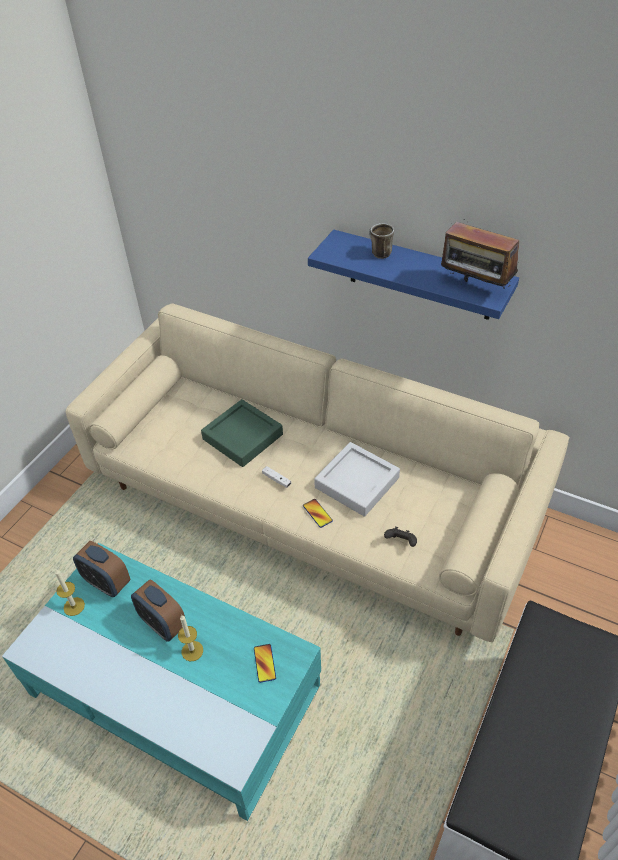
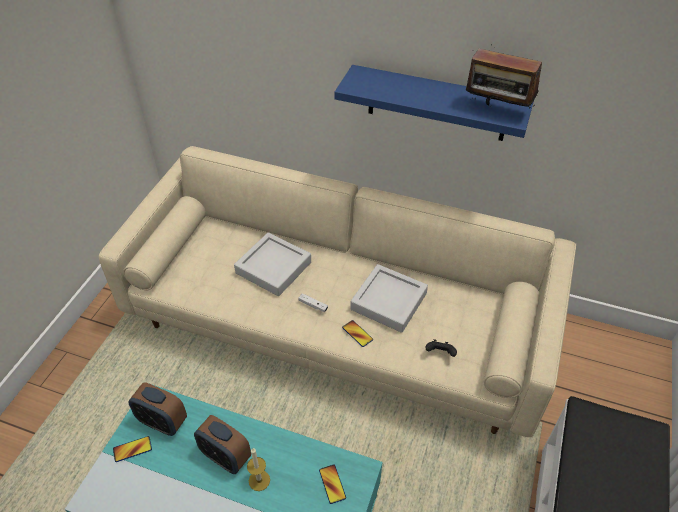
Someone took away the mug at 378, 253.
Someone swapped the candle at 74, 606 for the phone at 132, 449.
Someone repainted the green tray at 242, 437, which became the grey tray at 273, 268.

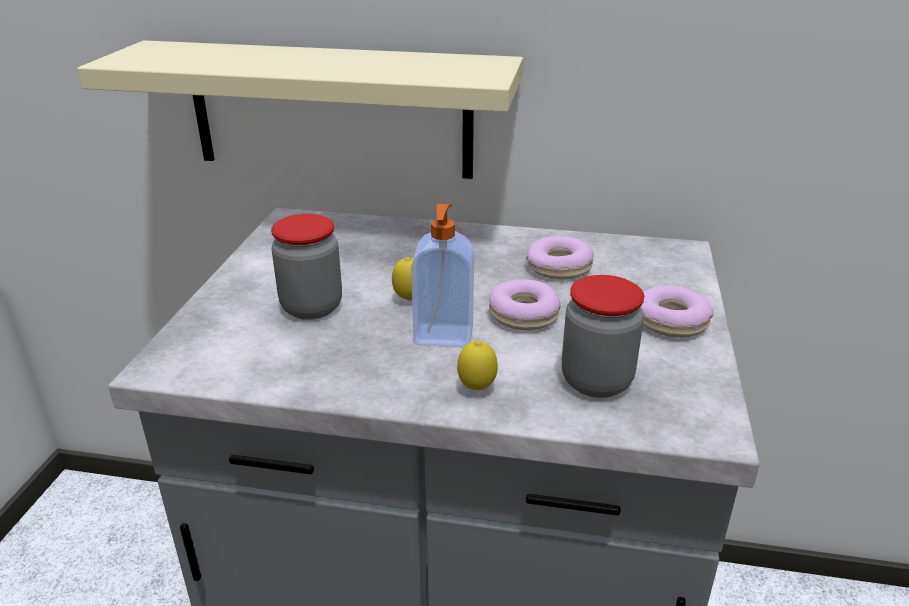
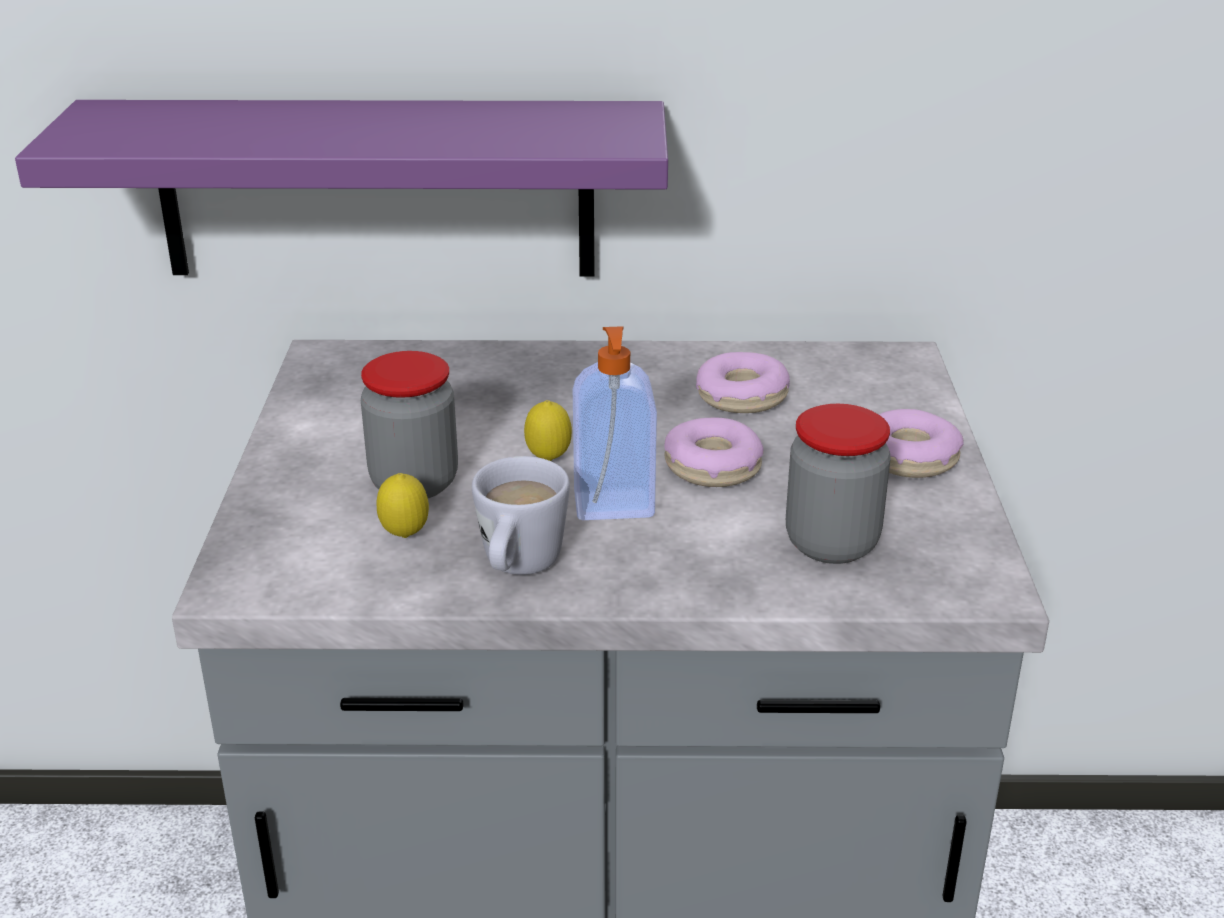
Someone put down the white mug at 518, 569.
Someone carried the lemon from 476, 389 to 405, 537.
Someone repainted the beige shelf at 330, 110, which became the purple shelf at 376, 189.

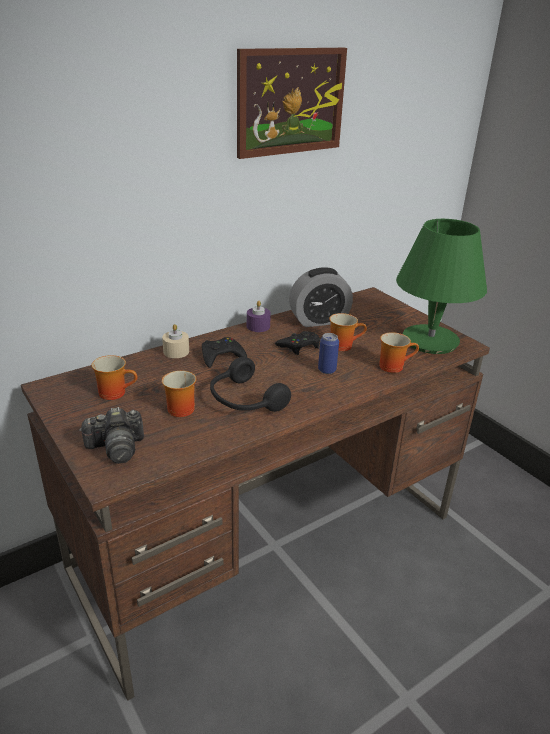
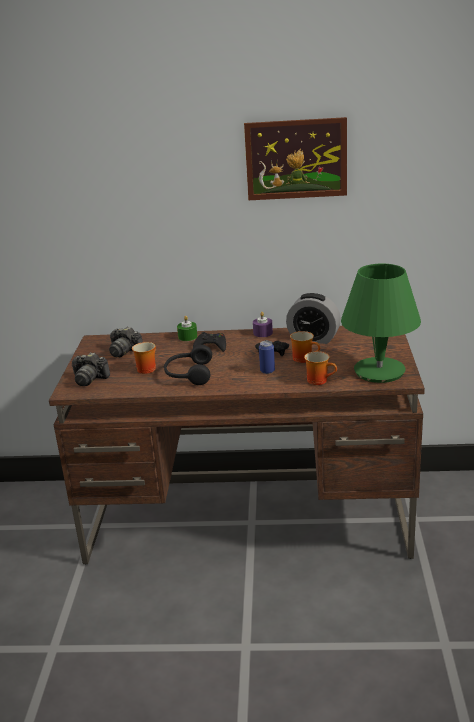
Someone swapped the mug at 116, 392 for the photo camera at 124, 351.
Someone repainted the beige candle at 176, 351, which became the green candle at 187, 337.

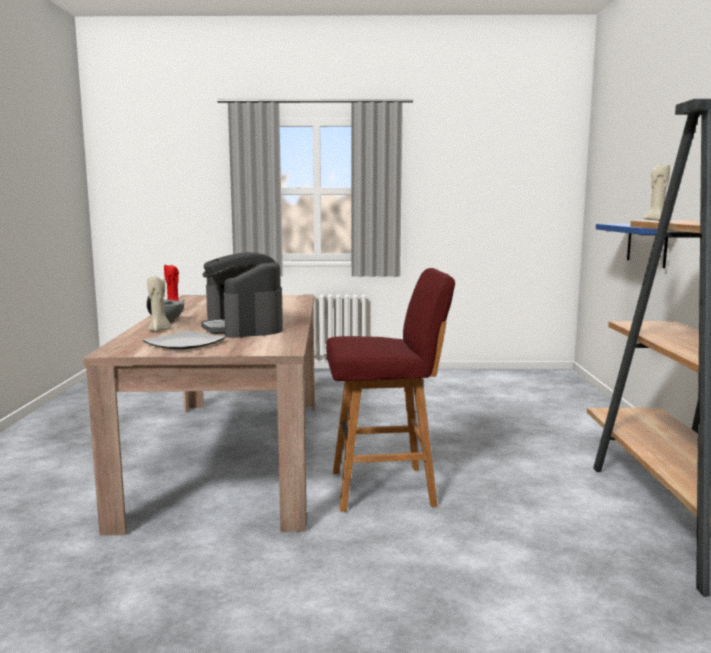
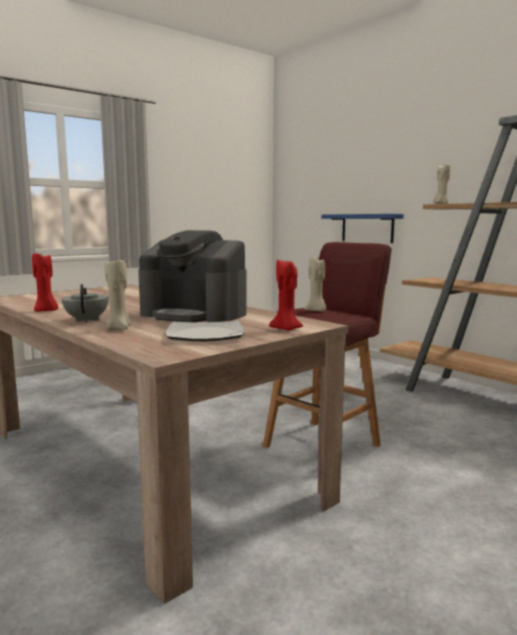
Someone put down the red candle at 286, 329.
Someone put down the beige candle at 316, 311.

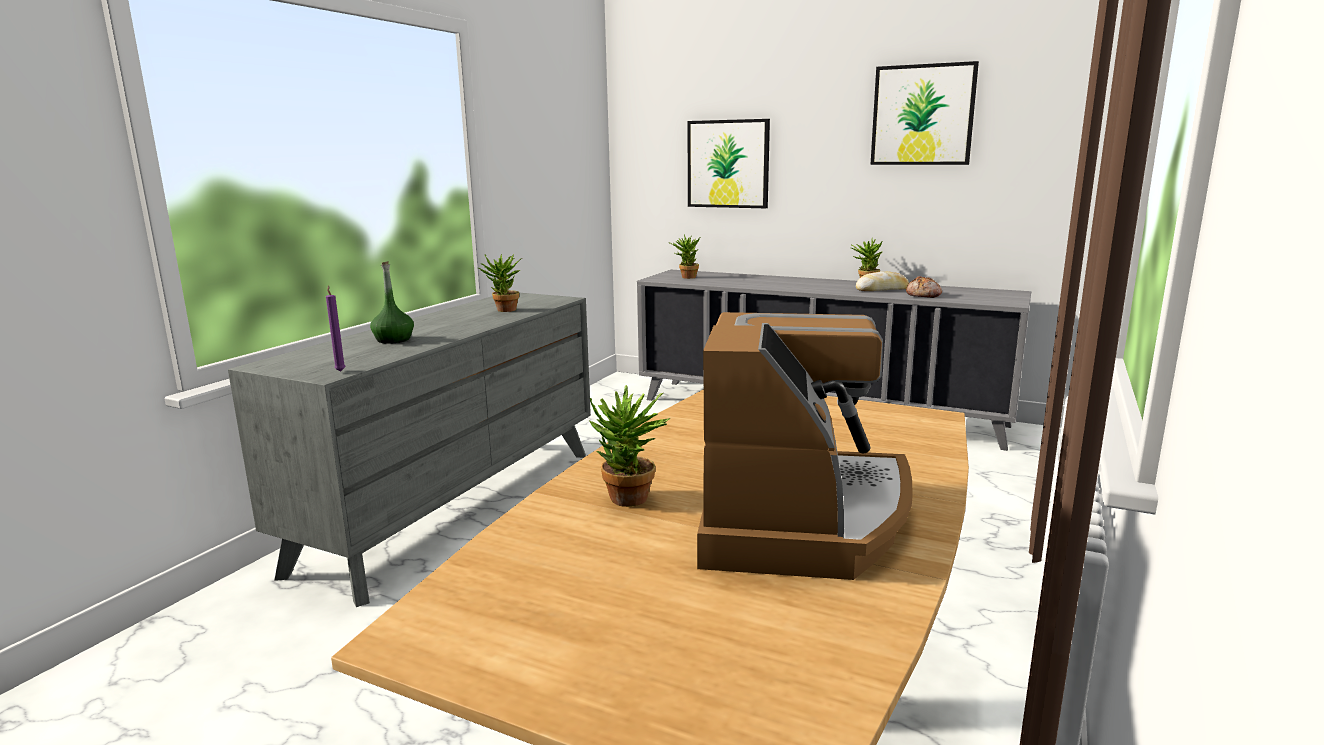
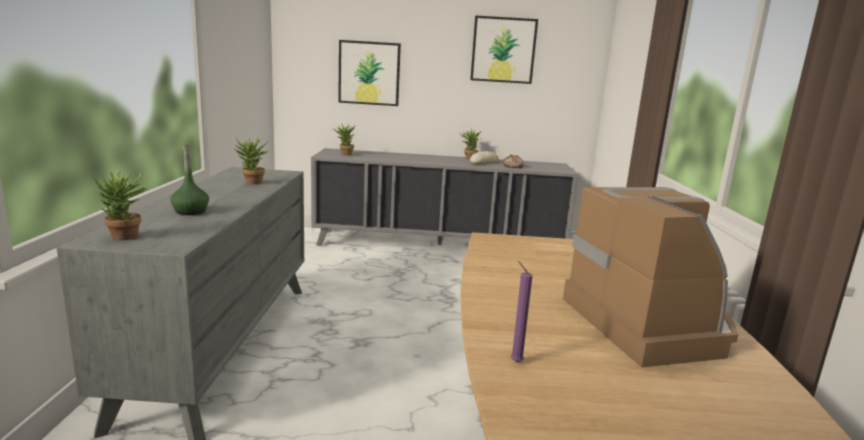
Someone carried the purple candle from 340, 371 to 514, 361.
Someone carried the potted plant from 628, 502 to 124, 238.

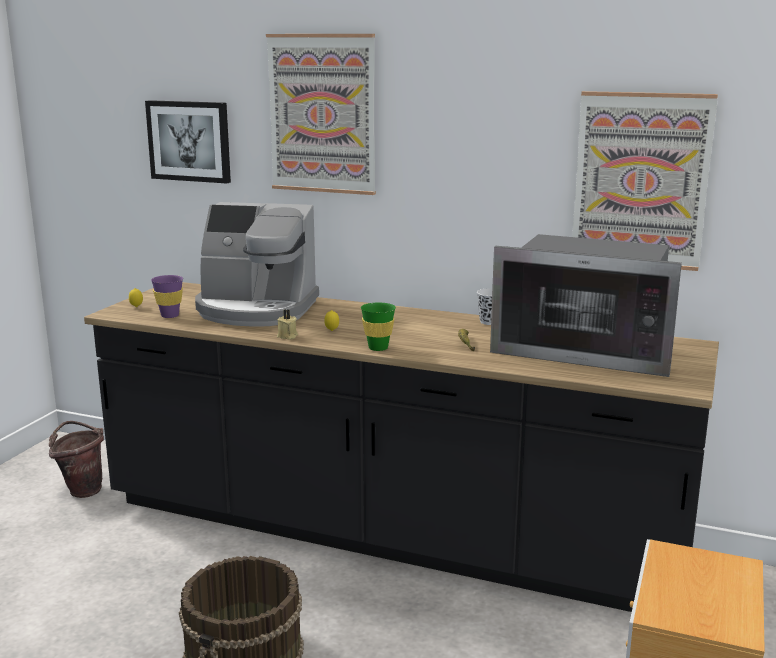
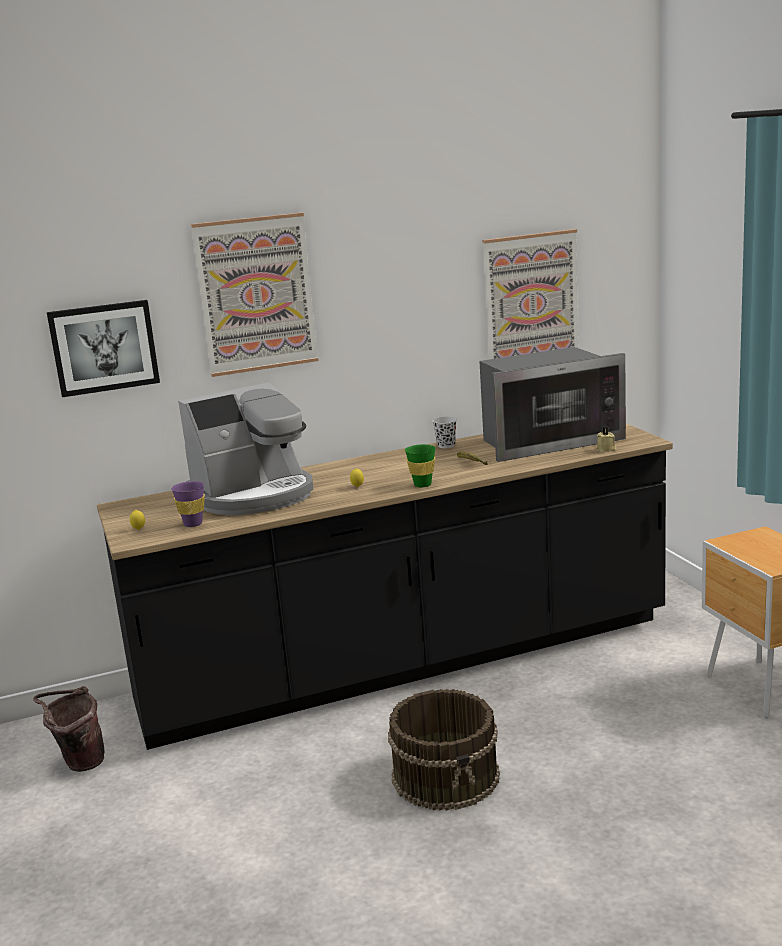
Someone carried the beige candle from 287, 336 to 606, 449.

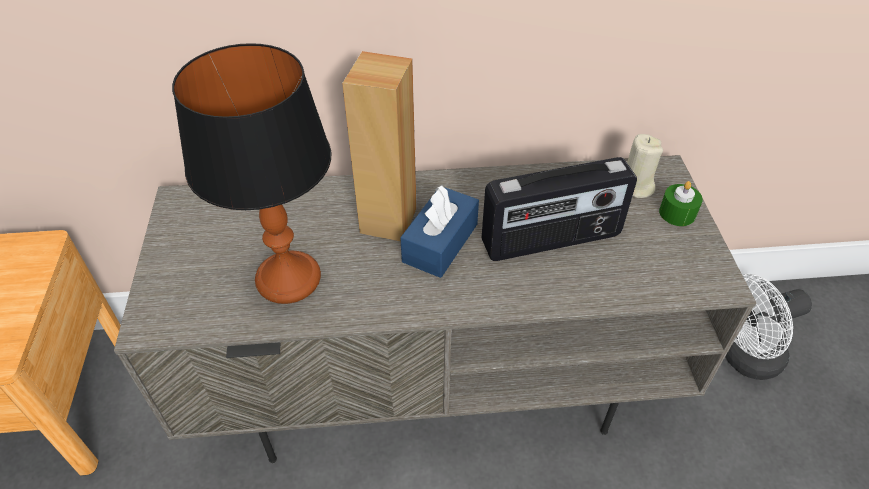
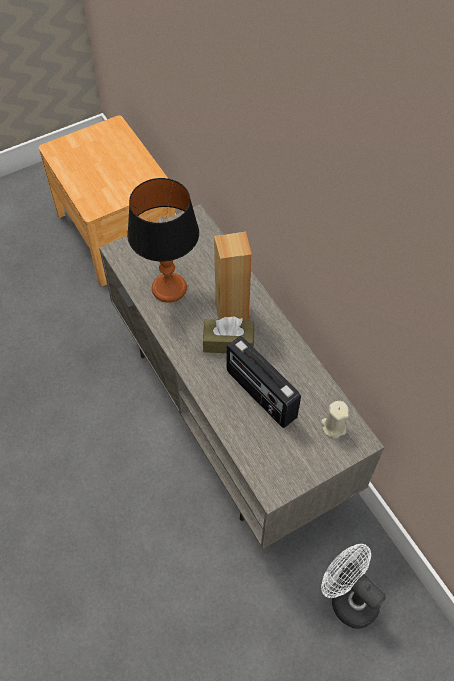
Someone took away the green candle at 677, 213.
Someone repainted the blue tissue box at 440, 243, which became the brown tissue box at 228, 342.

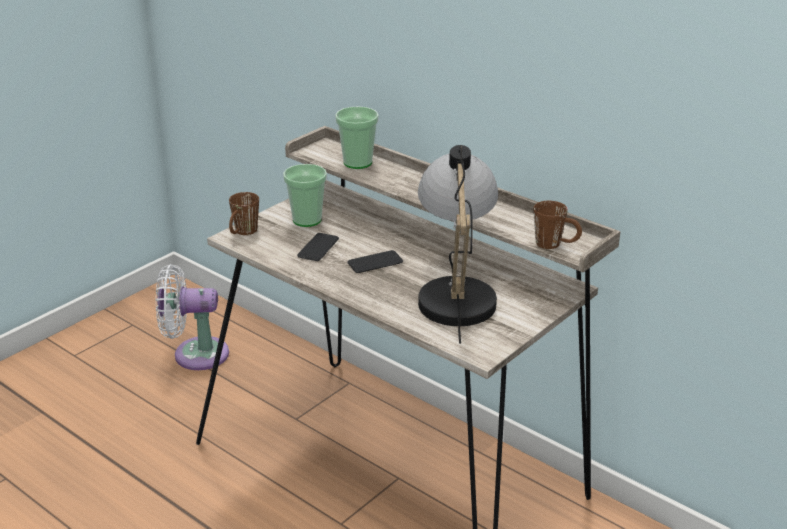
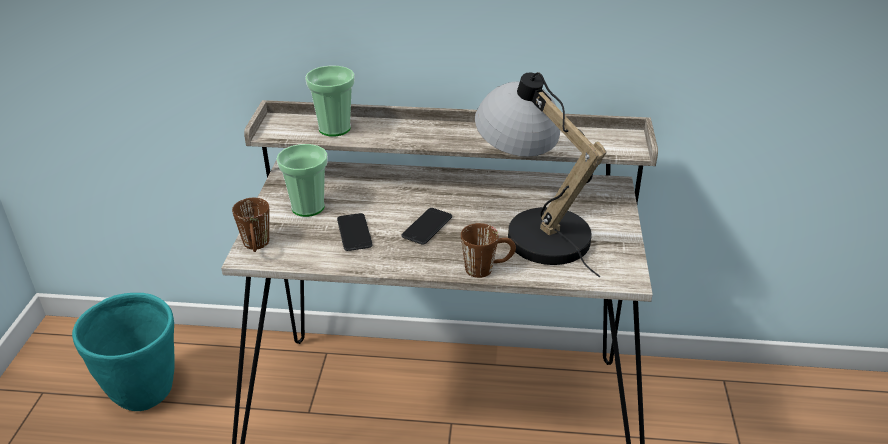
Someone carried the brown mug from 555, 245 to 487, 268.
Someone swapped the white fan at 195, 354 for the turquoise planter at 145, 393.

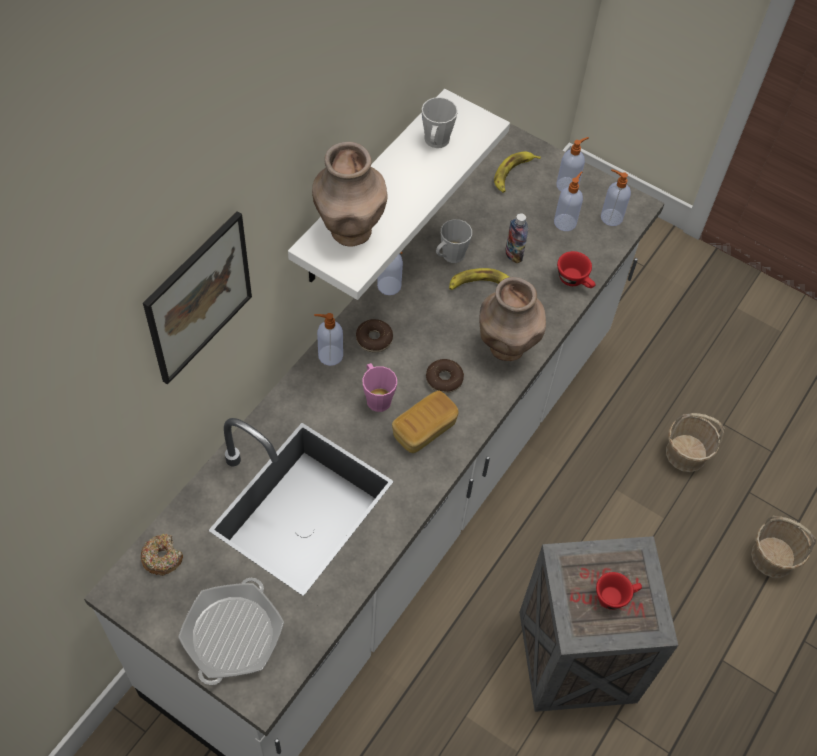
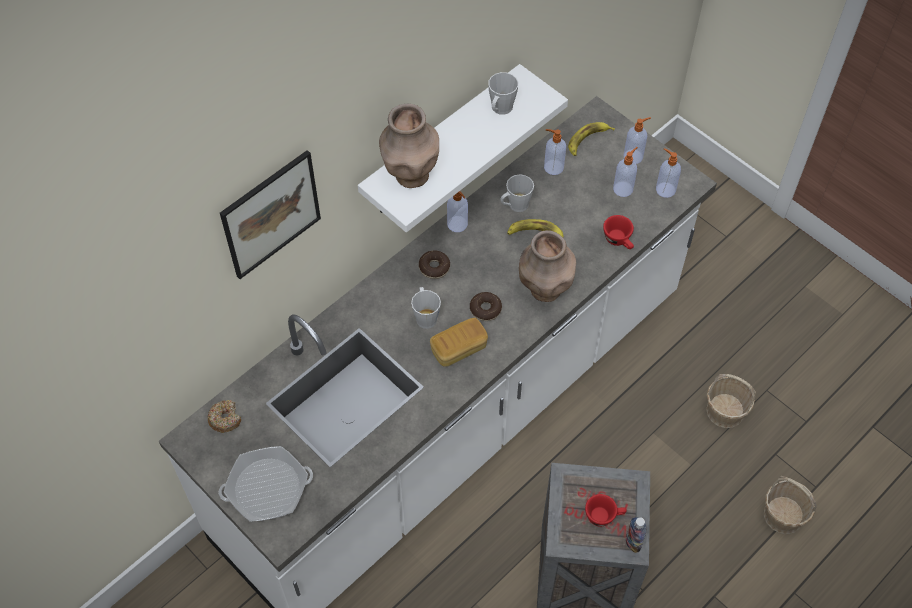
Someone carried the soap dispenser from 329, 355 to 553, 167.
Someone carried the bottle from 513, 255 to 633, 543.
Someone repainted the pink mug at 376, 397, which became the grey mug at 425, 316.
Someone rotated the frying pan at 232, 635 by 135 degrees counterclockwise.

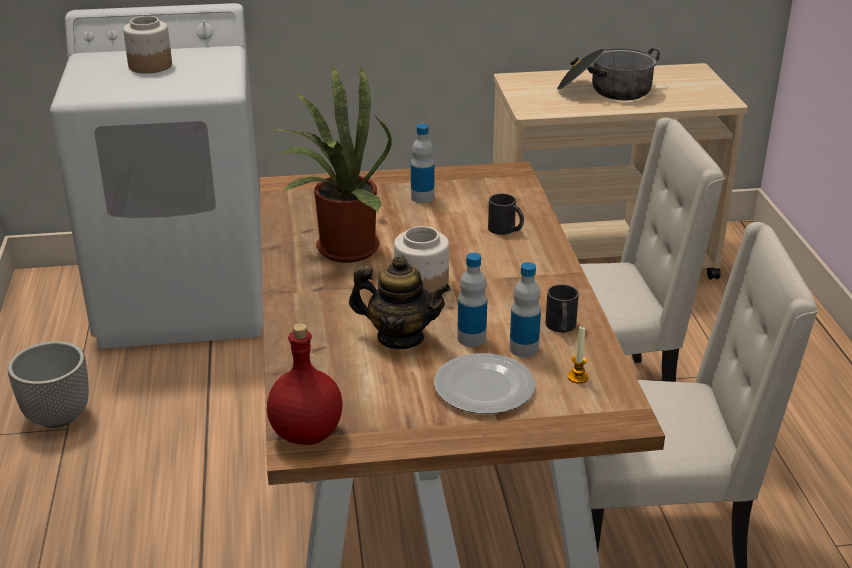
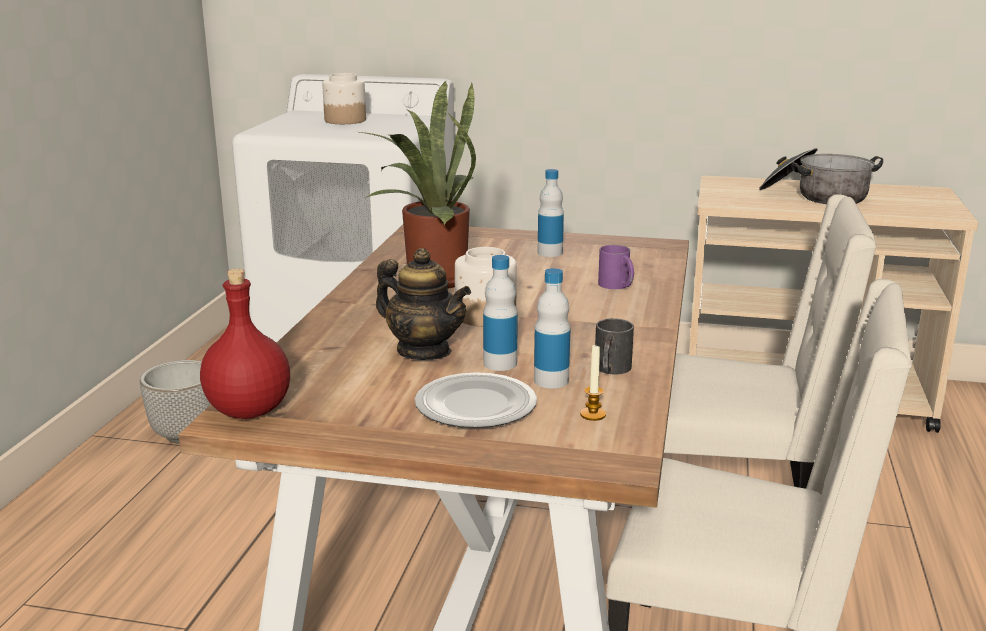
Someone repainted the black mug at 506, 230, which became the purple mug at 617, 286.

